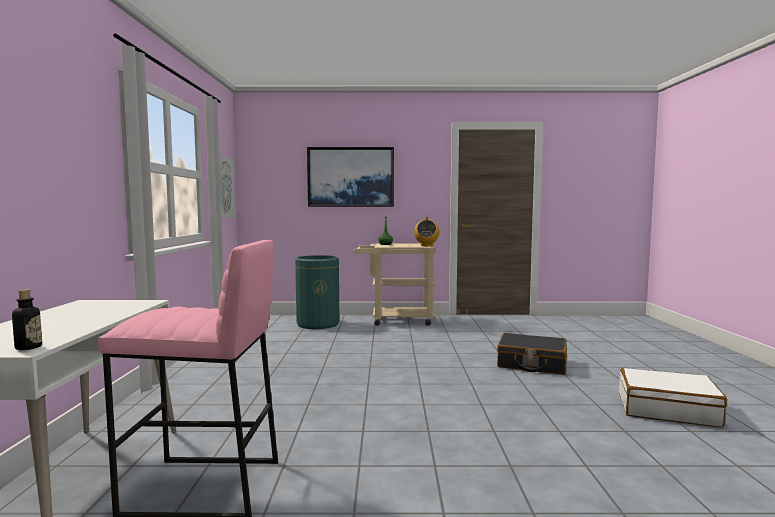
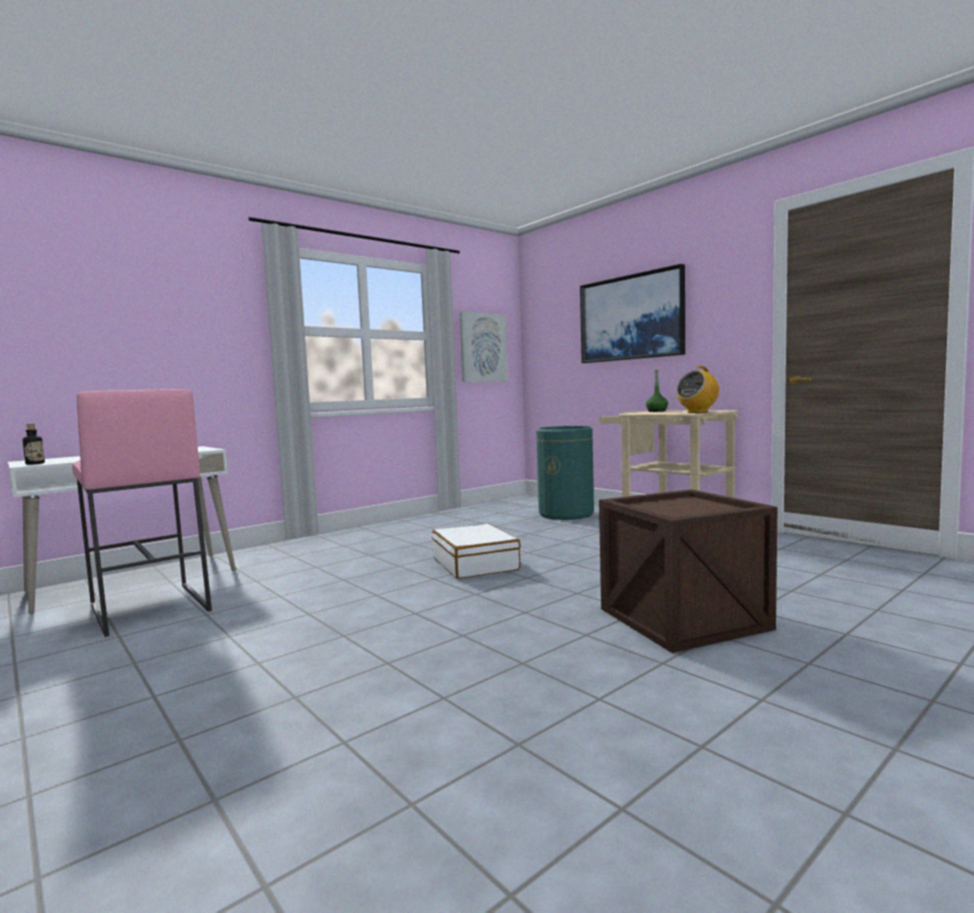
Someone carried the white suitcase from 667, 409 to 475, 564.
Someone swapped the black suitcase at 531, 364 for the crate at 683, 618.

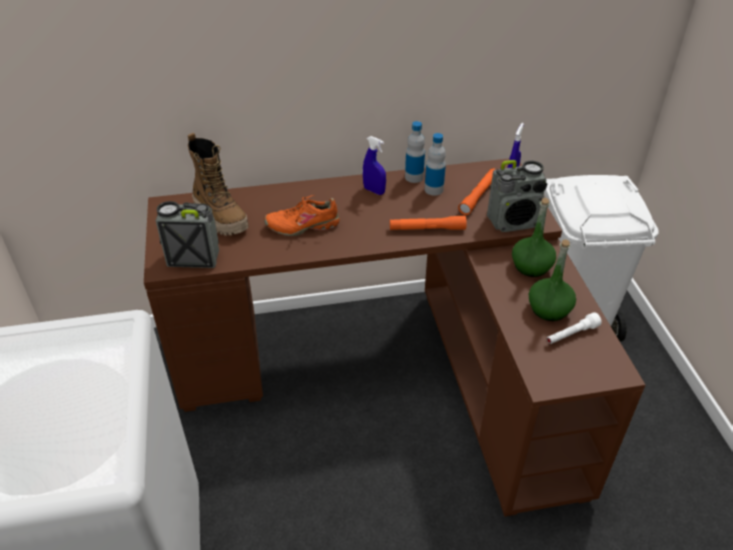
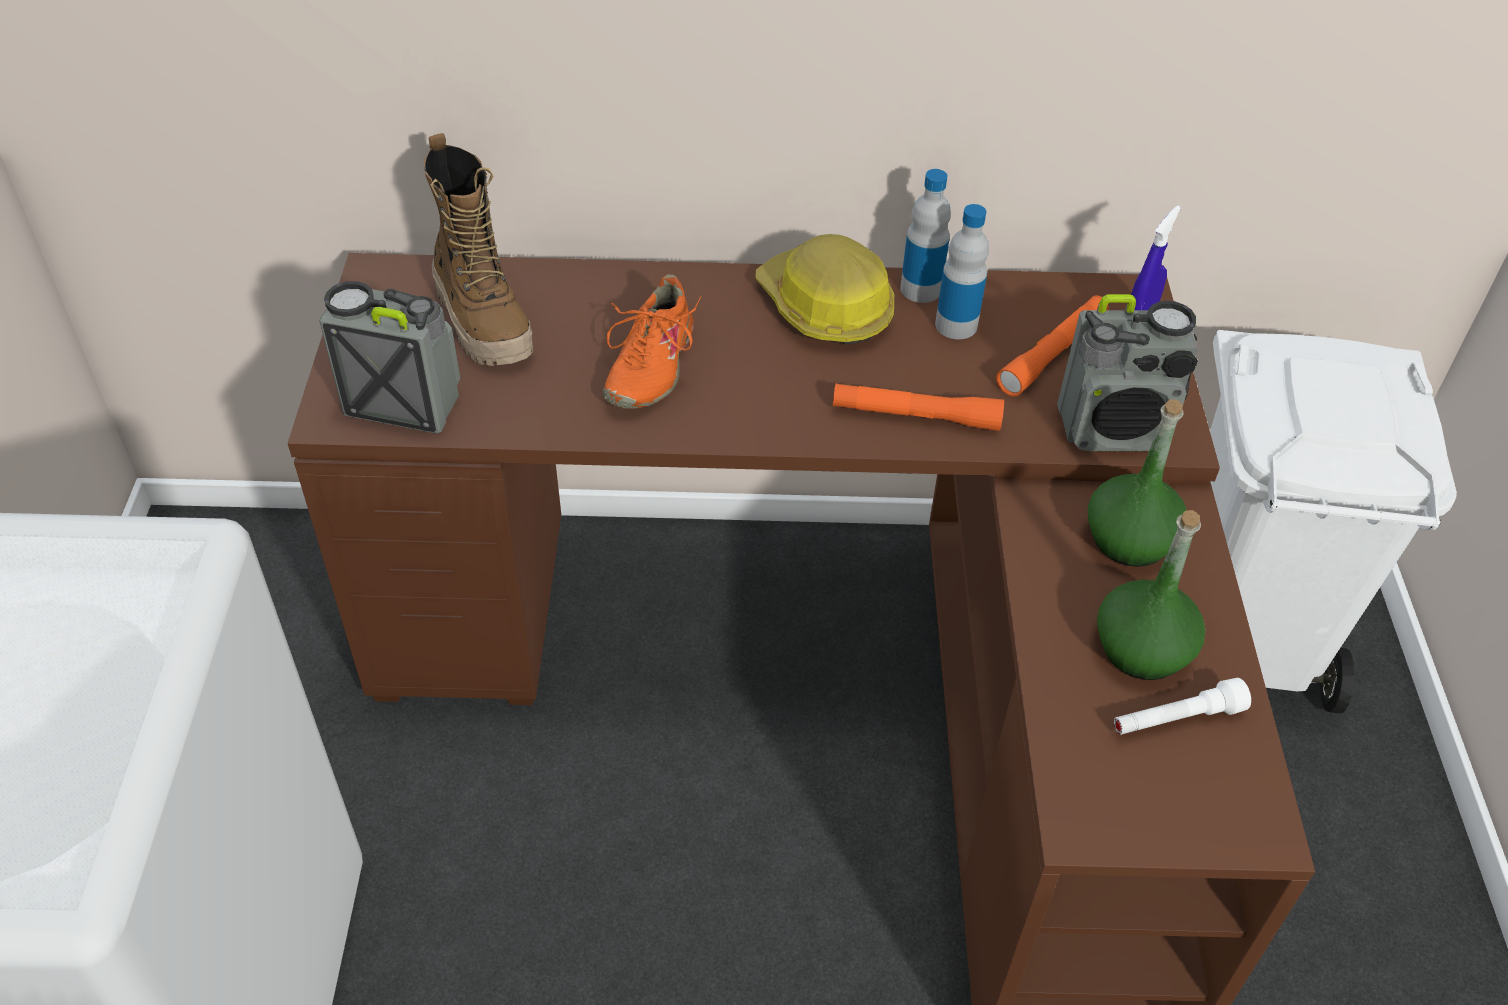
Someone swapped the blue spray bottle at 374, 191 for the hard hat at 824, 308.
Someone rotated the orange shoe at 303, 225 by 75 degrees counterclockwise.

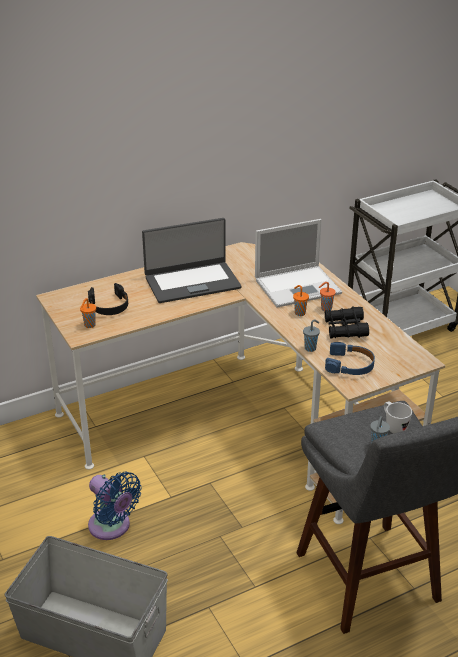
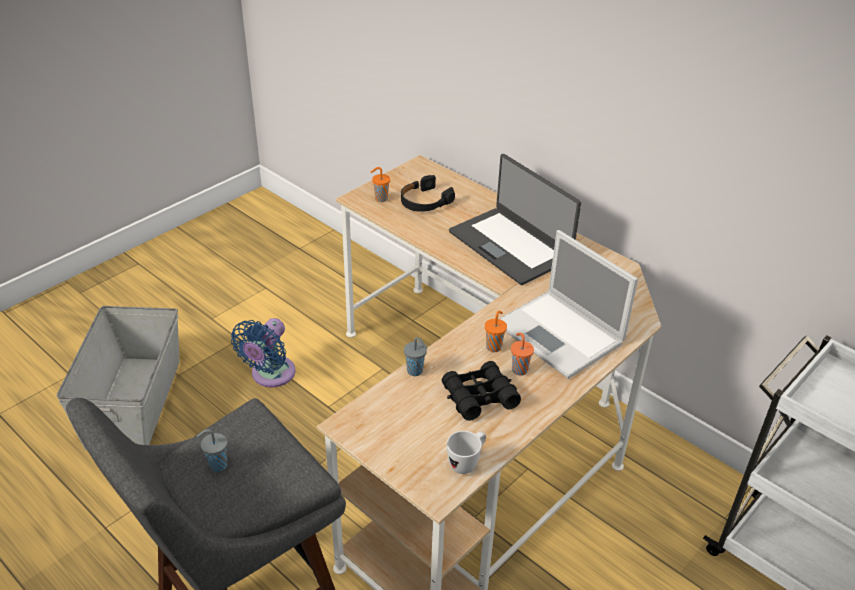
Someone took away the blue headphones at 350, 365.
Someone carried the white mug from 393, 427 to 467, 463.

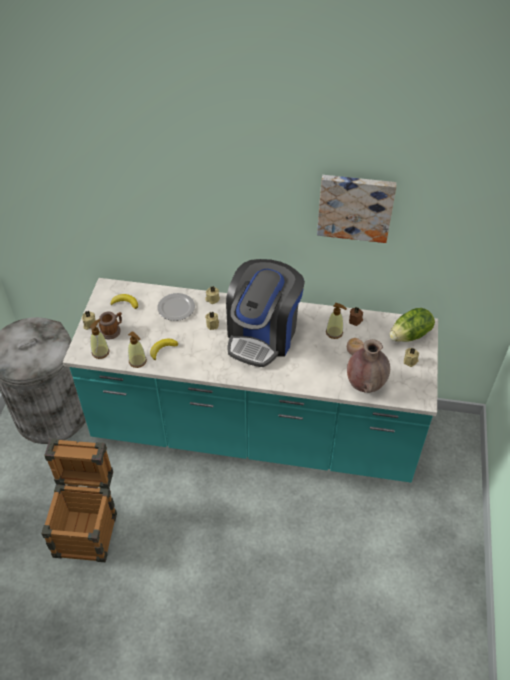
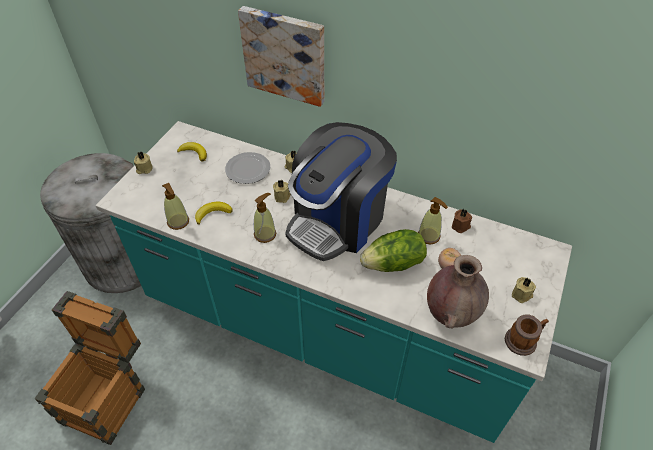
Someone carried the soap dispenser from 100, 352 to 265, 234.
Someone carried the mug from 112, 330 to 523, 340.
Someone carried the picture from 355, 206 to 285, 55.
Someone carried the lettuce from 410, 335 to 393, 264.

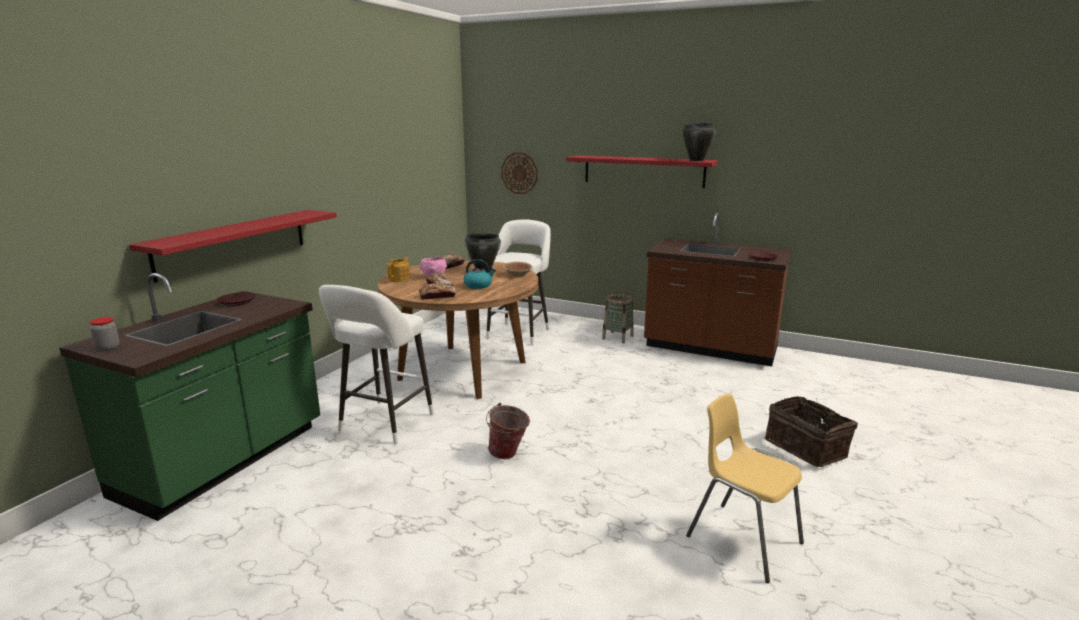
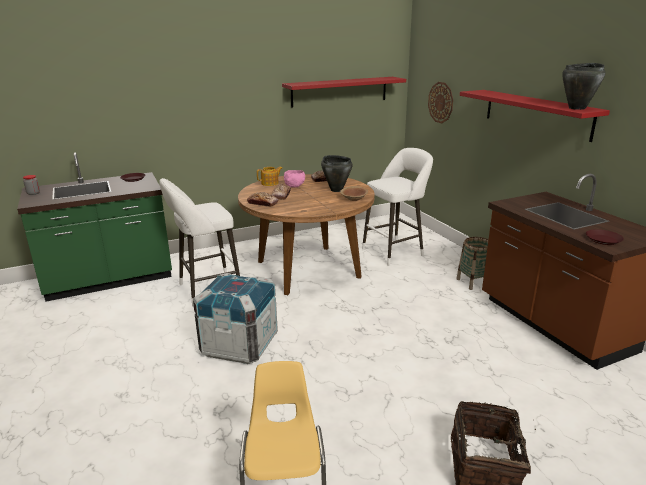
Someone took away the kettle at 478, 285.
Someone carried the red shelf from 234, 243 to 339, 91.
Someone swapped the bucket at 508, 455 for the crate at 239, 345.

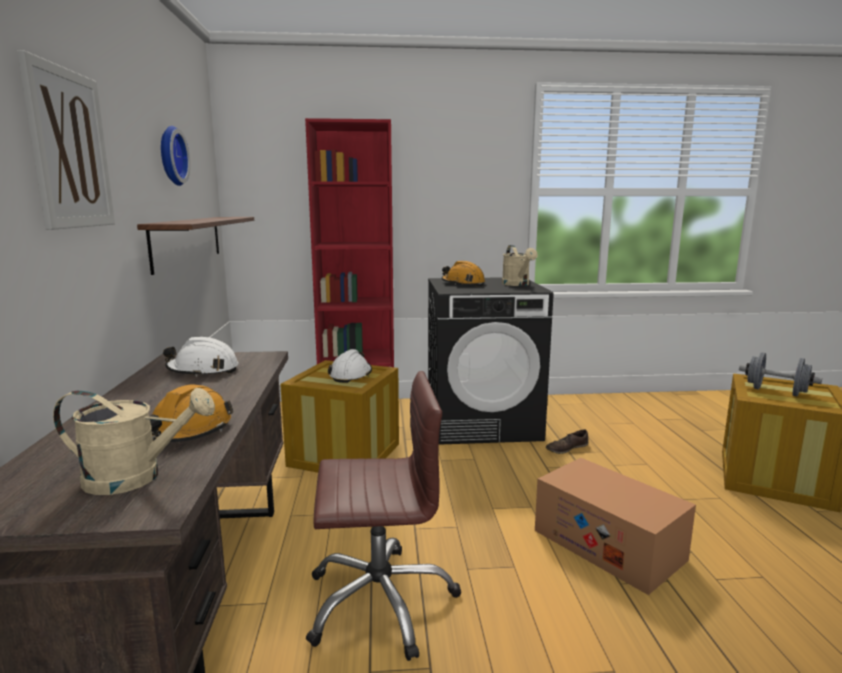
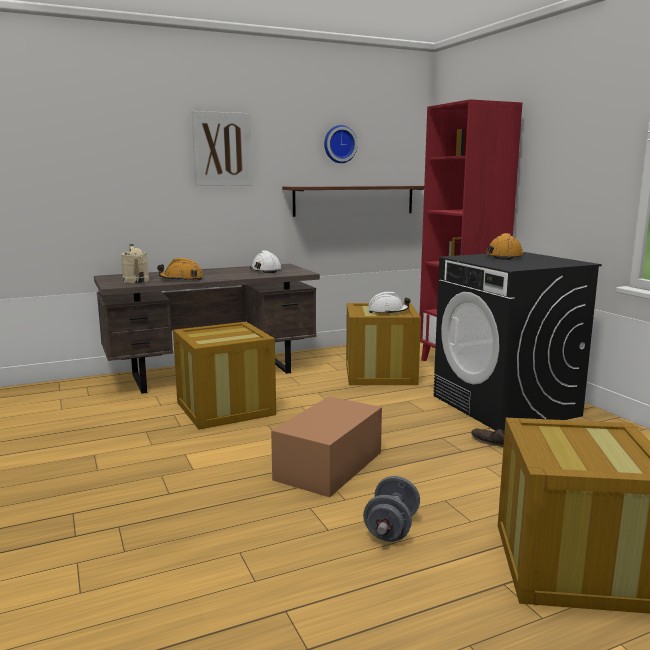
Someone took away the beige watering can at 517, 284.
Someone carried the grey dumbbell from 776, 391 to 391, 528.
Someone swapped the brown office chair at 380, 600 for the crate at 225, 408.

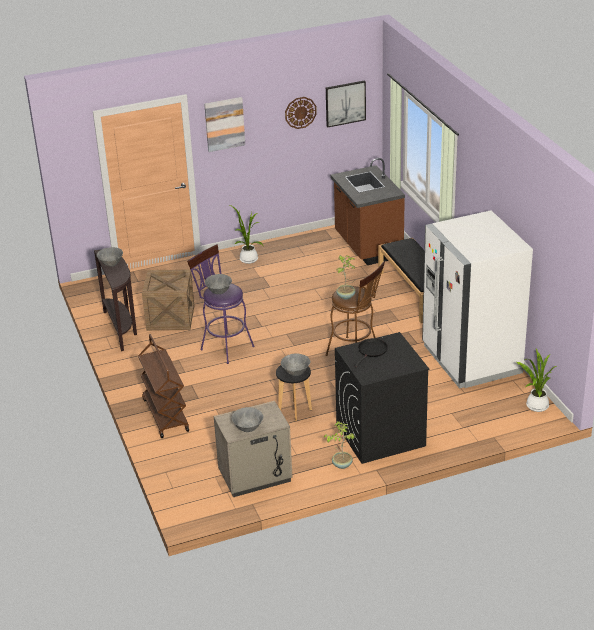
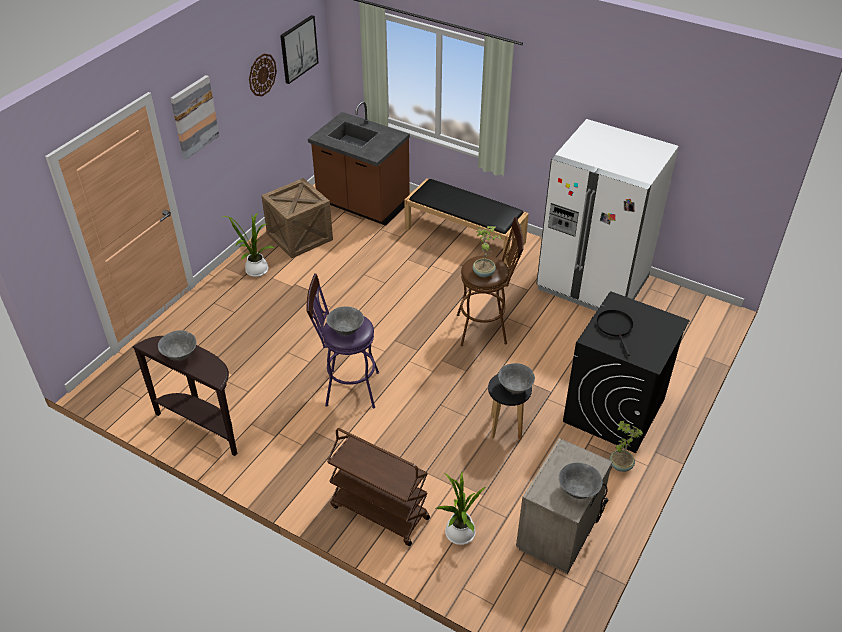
Someone carried the crate from 170, 318 to 299, 237.
Someone carried the potted plant from 535, 406 to 459, 535.

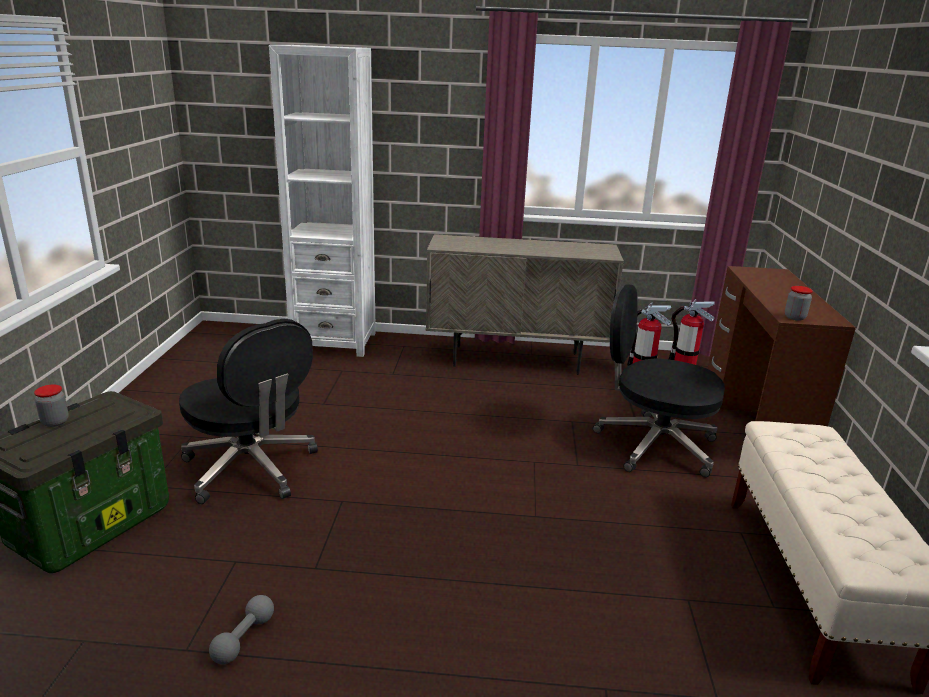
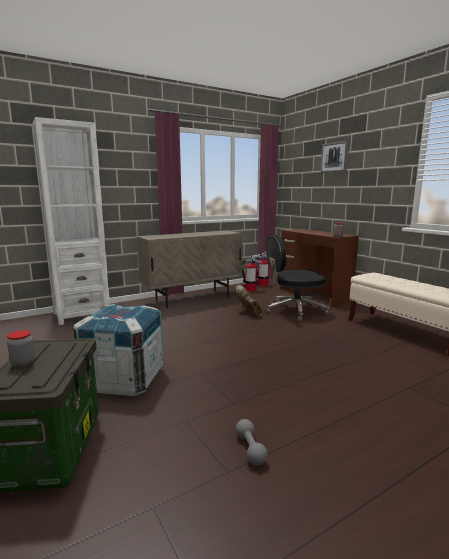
Someone put down the brown boot at 249, 313.
Someone put up the picture at 334, 157.
Someone swapped the black office chair at 251, 468 for the crate at 124, 379.

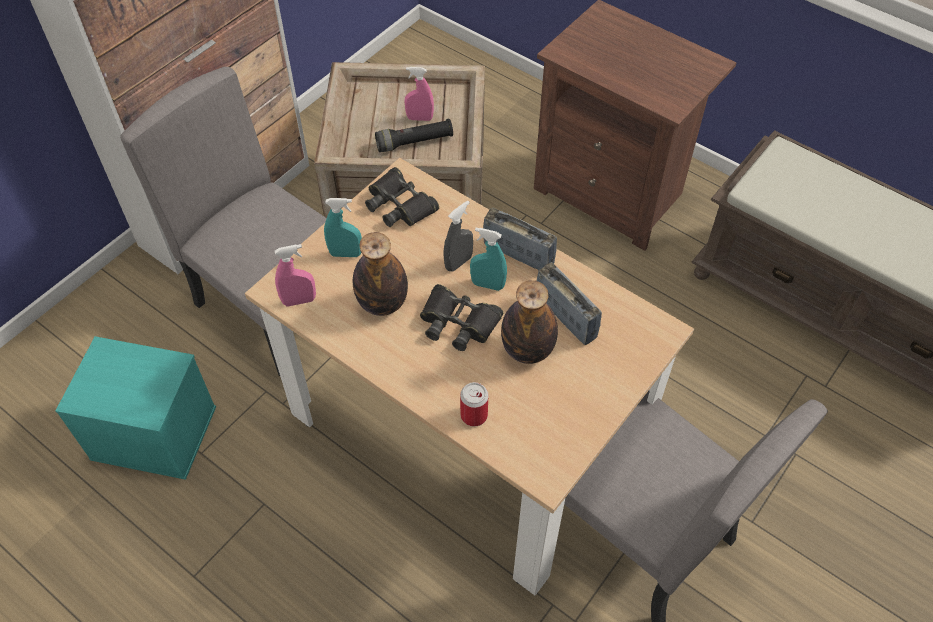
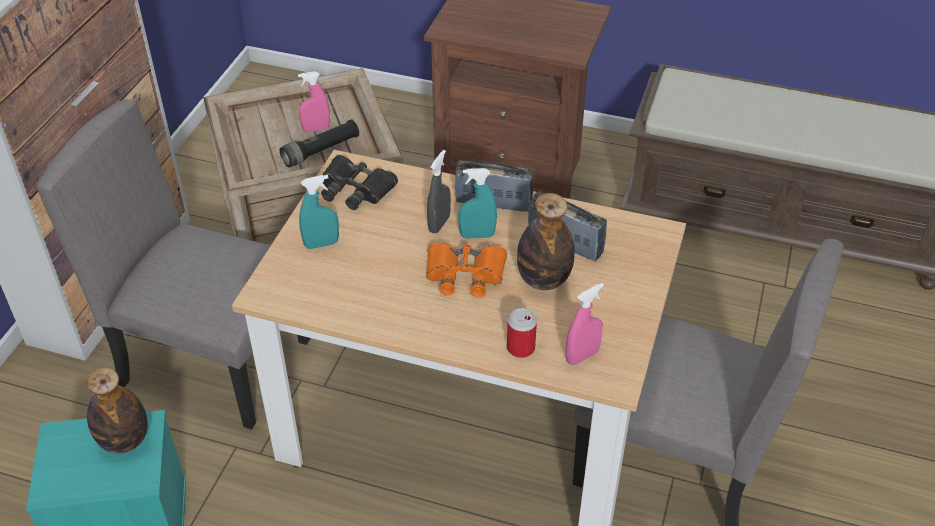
Someone carried the pink spray bottle from 299, 301 to 582, 356.
Someone carried the bottle from 382, 303 to 125, 441.
Someone repainted the black binoculars at 458, 322, which became the orange binoculars at 465, 274.

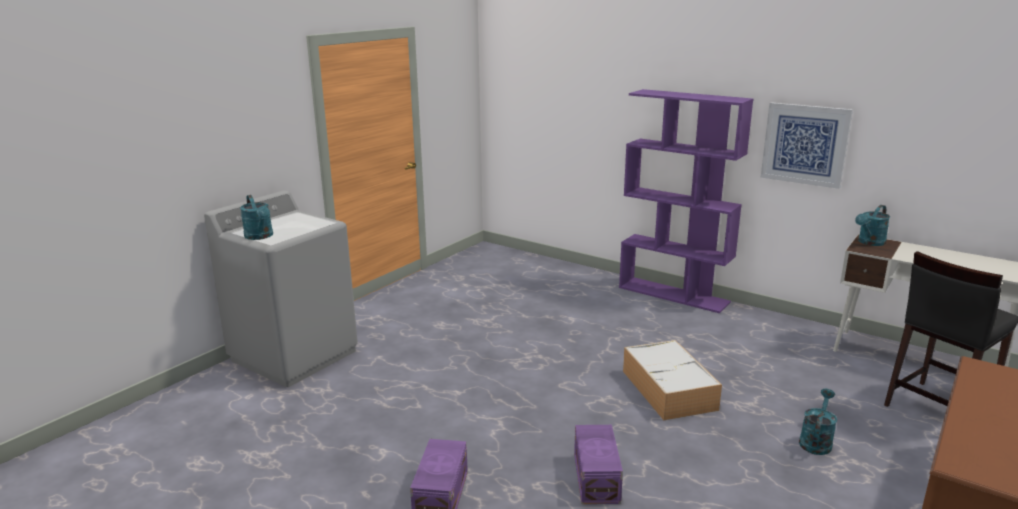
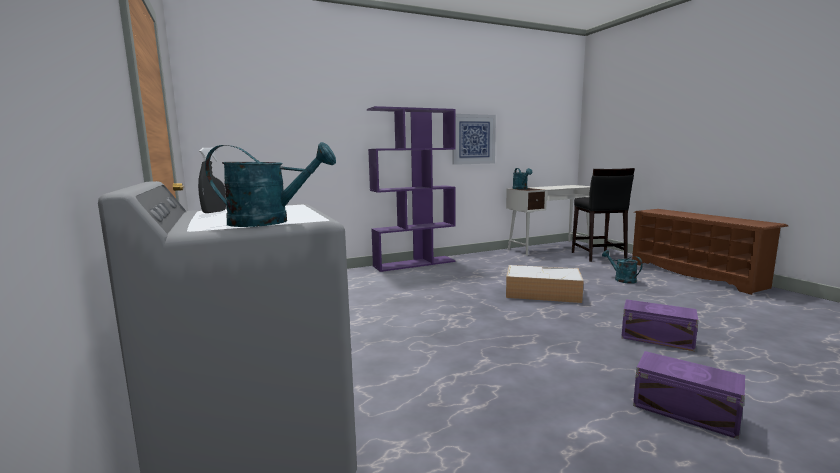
Someone put down the grey spray bottle at 214, 212.

